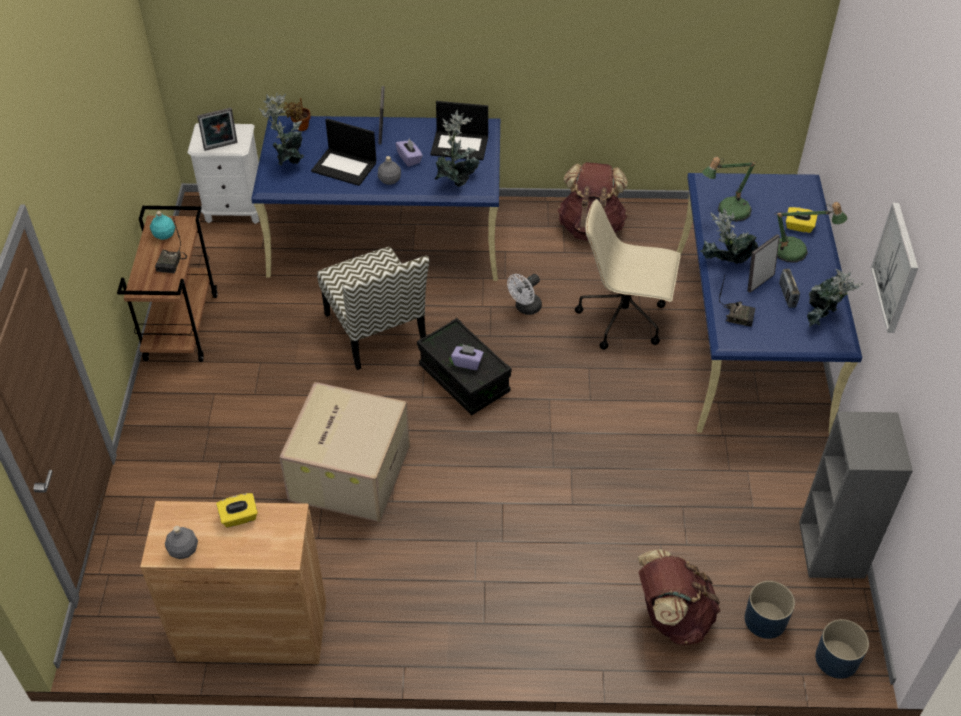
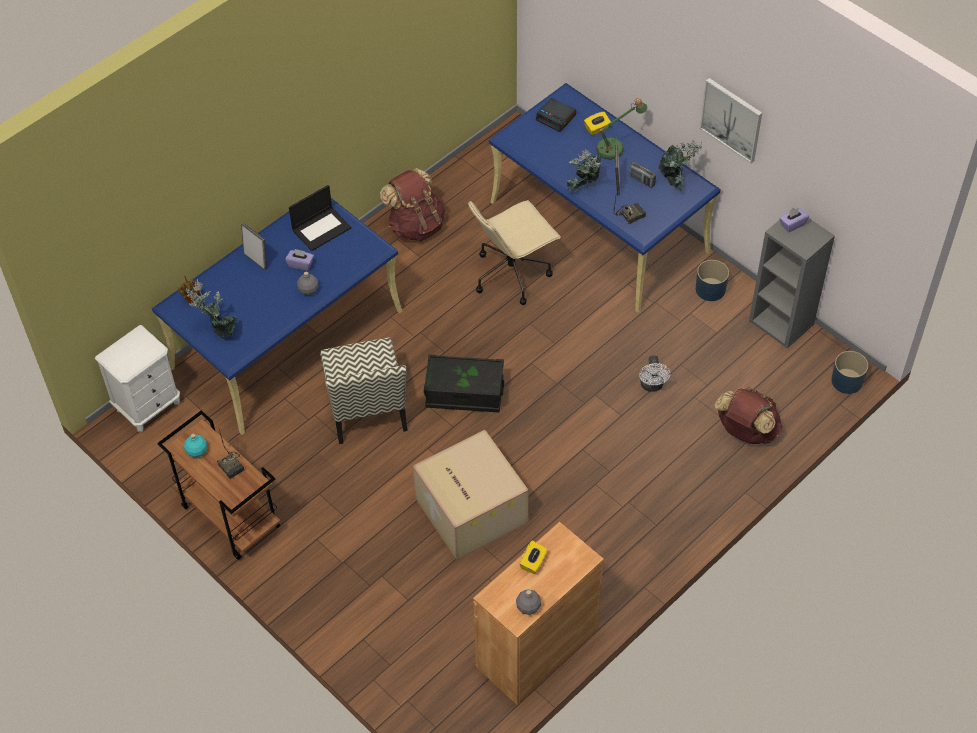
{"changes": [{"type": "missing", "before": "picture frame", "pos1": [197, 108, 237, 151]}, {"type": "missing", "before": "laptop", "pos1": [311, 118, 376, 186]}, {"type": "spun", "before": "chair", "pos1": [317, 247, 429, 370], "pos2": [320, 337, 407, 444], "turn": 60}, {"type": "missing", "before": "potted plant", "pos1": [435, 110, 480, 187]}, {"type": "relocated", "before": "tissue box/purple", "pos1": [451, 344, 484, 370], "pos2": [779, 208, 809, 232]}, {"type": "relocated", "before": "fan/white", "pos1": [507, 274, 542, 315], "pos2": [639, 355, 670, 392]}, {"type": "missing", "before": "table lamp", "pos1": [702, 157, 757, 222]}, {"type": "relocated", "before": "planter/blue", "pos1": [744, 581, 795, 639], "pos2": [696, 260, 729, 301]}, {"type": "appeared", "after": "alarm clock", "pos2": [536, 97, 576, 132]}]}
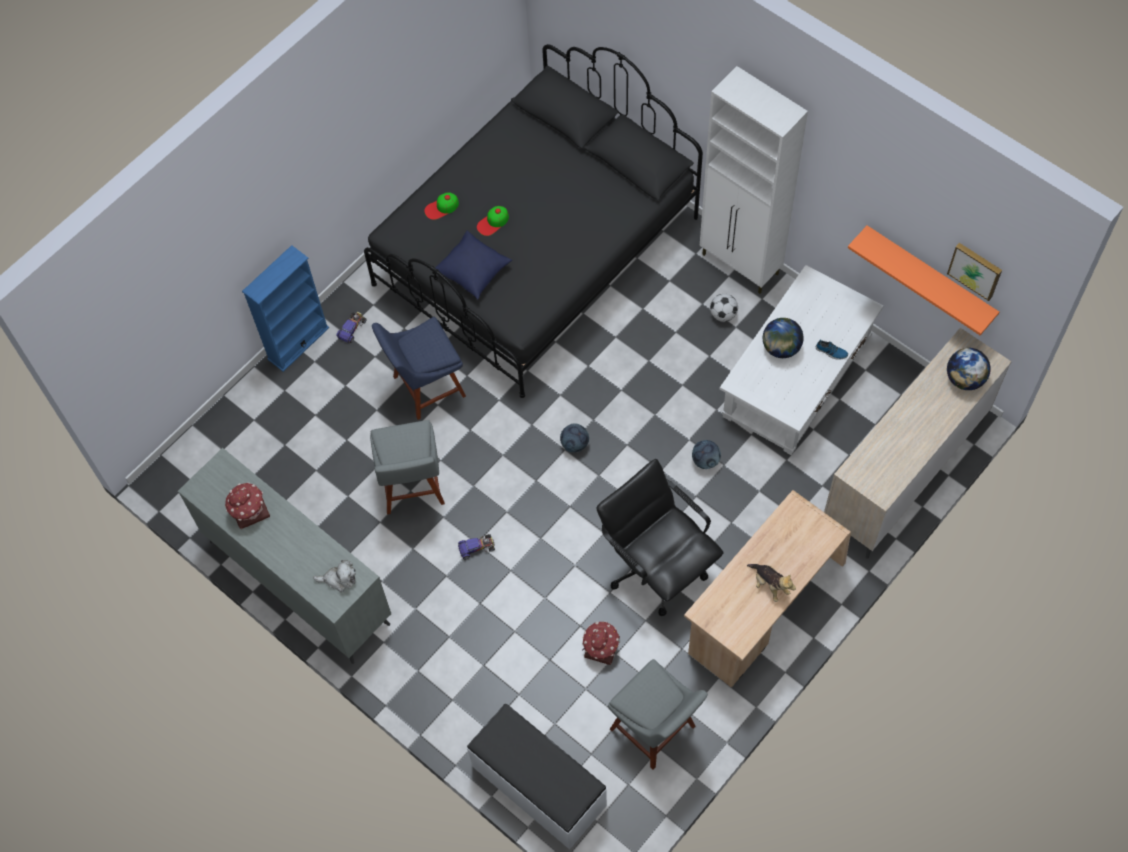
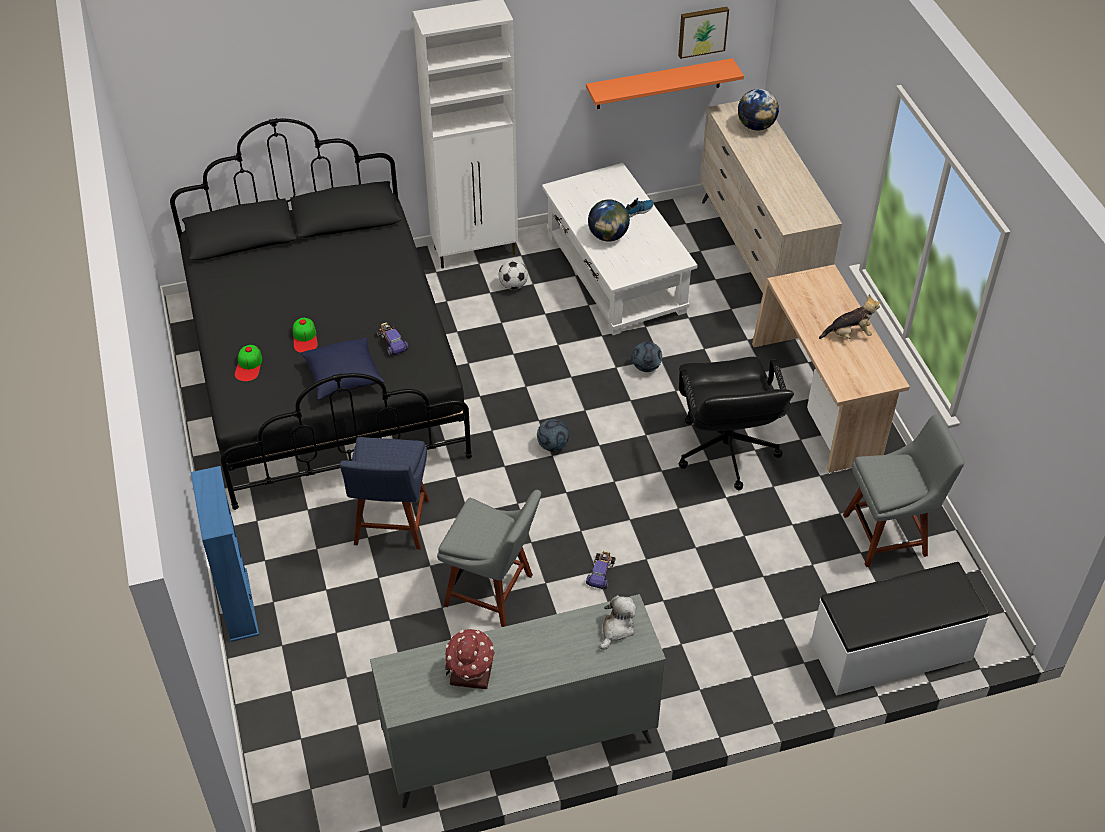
{"changes": [{"type": "relocated", "before": "toy car", "pos1": [337, 312, 366, 343], "pos2": [376, 322, 409, 356]}, {"type": "missing", "before": "toy house", "pos1": [582, 622, 620, 665]}, {"type": "spun", "before": "office chair/black", "pos1": [596, 459, 723, 616], "pos2": [679, 357, 794, 490], "turn": -90}]}
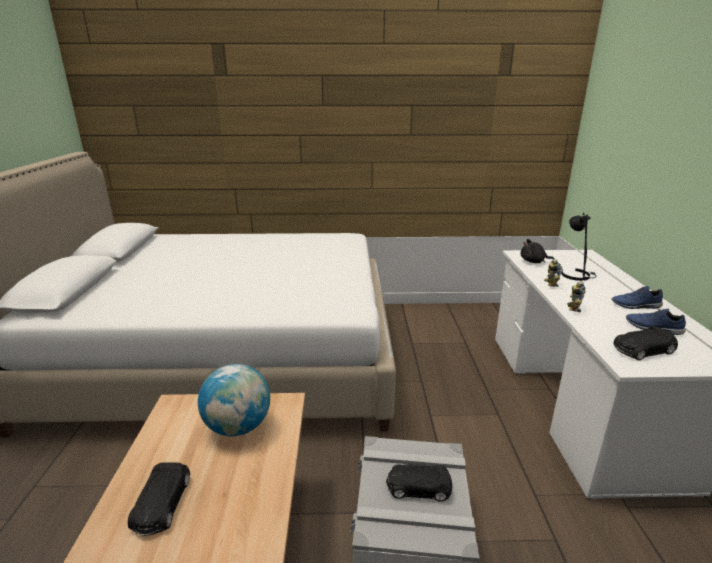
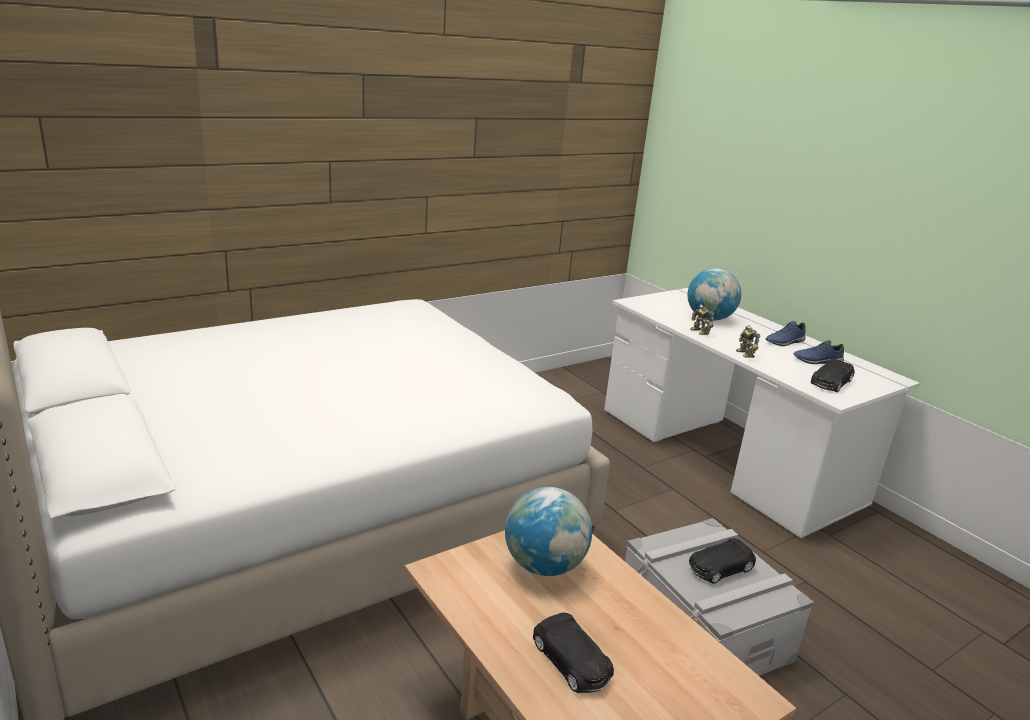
{"changes": [{"type": "missing", "before": "plush toy/black", "pos1": [521, 239, 554, 263]}, {"type": "exchanged", "before": "table lamp/black", "after": "globe", "pos1": [561, 213, 596, 281], "pos2": [688, 268, 741, 321]}]}
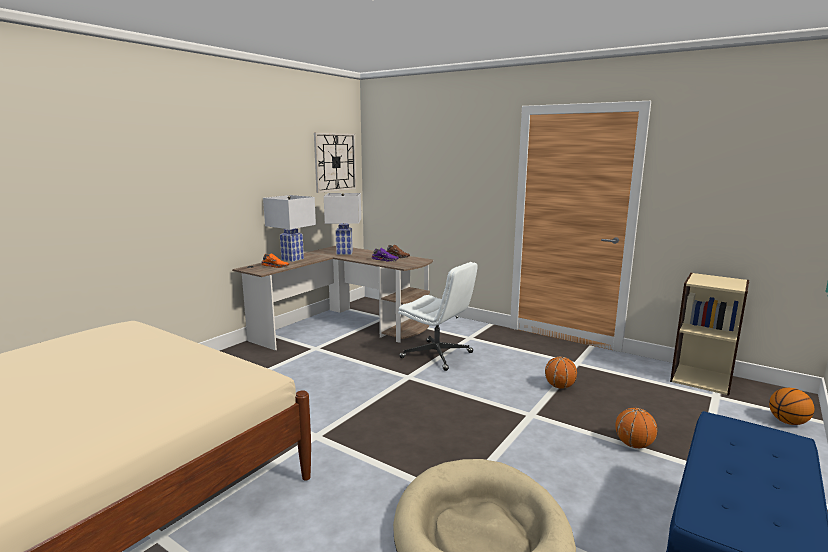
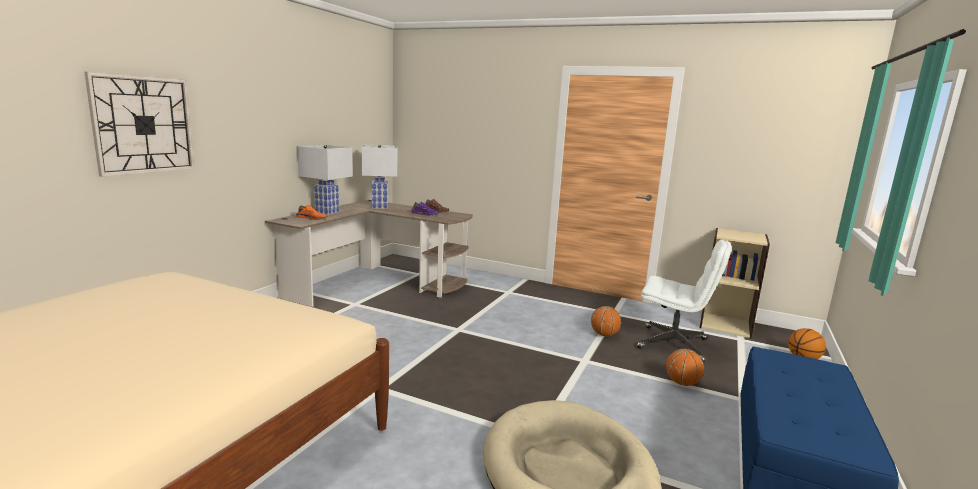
{"changes": [{"type": "relocated", "before": "wall clock", "pos1": [314, 132, 356, 193], "pos2": [84, 72, 195, 177]}, {"type": "relocated", "before": "office chair/white", "pos1": [398, 262, 478, 371], "pos2": [637, 240, 732, 362]}]}
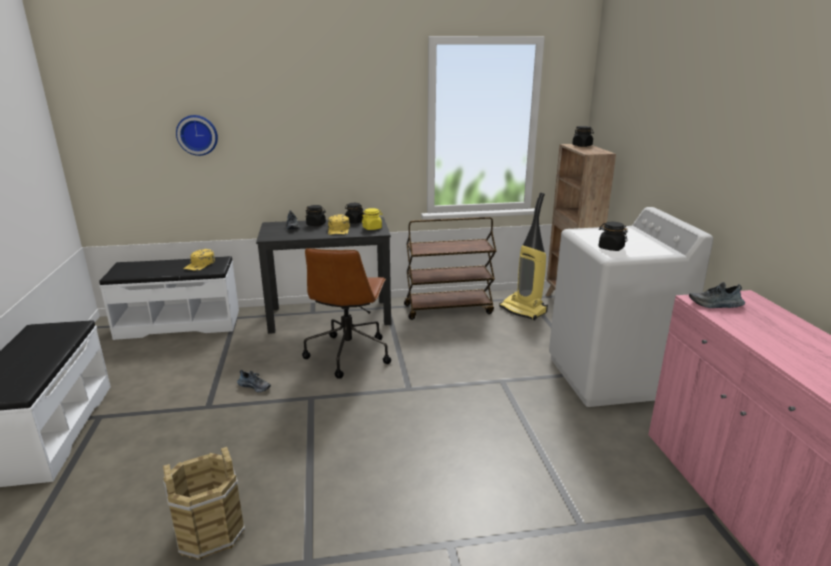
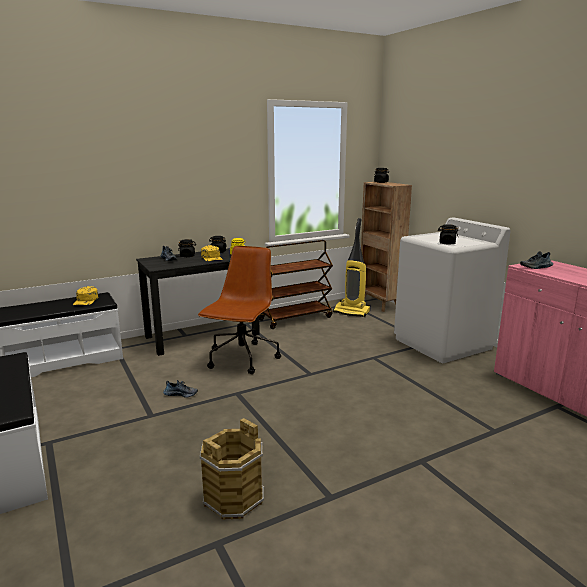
{"changes": [{"type": "missing", "before": "wall clock", "pos1": [176, 115, 218, 156]}, {"type": "spun", "before": "office chair/brown", "pos1": [302, 248, 391, 379], "pos2": [198, 246, 281, 374], "turn": -150}]}
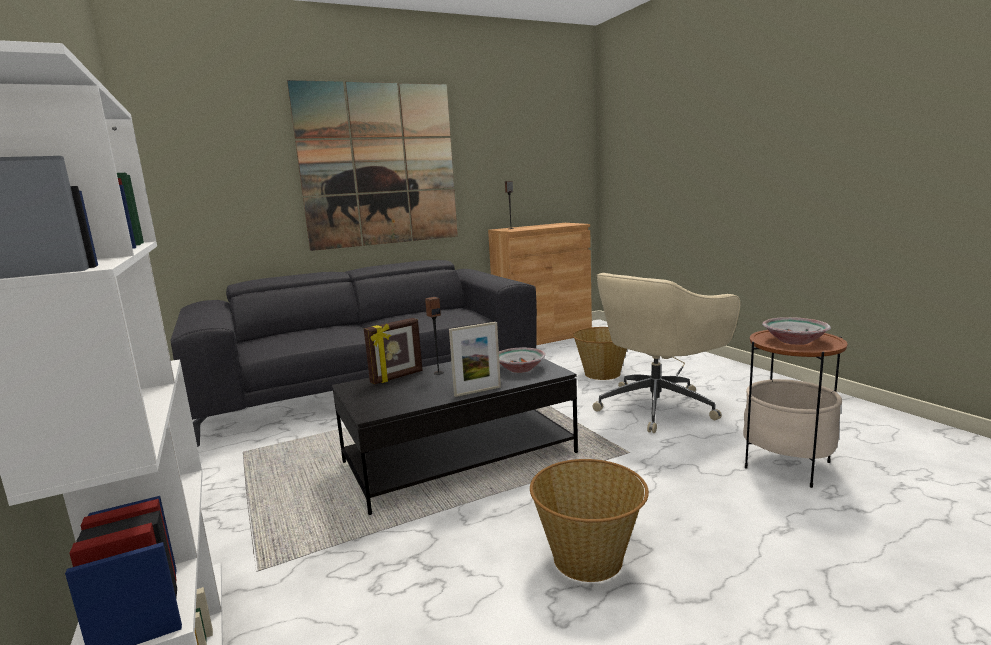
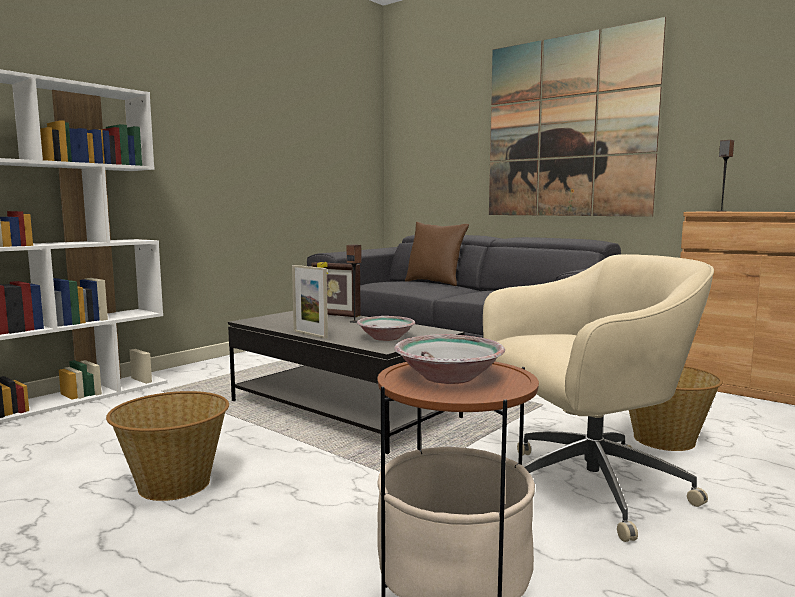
{"changes": [{"type": "spun", "before": "office chair/beige", "pos1": [592, 273, 740, 433], "pos2": [483, 254, 714, 542], "turn": 135}, {"type": "appeared", "after": "pillow/brown", "pos2": [405, 222, 469, 286]}]}
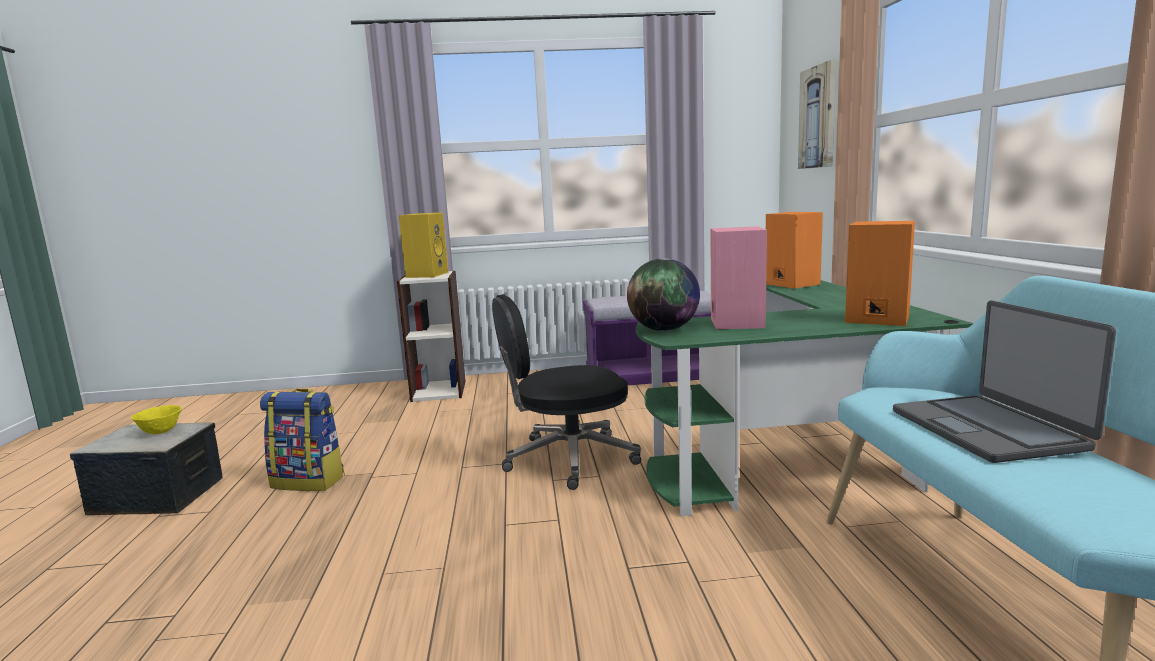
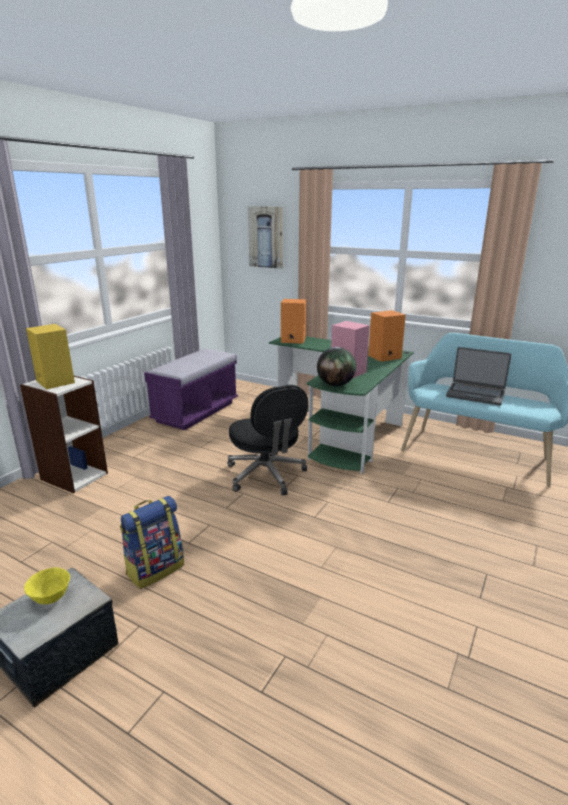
{"changes": [{"type": "spun", "before": "office chair/black", "pos1": [492, 294, 641, 490], "pos2": [227, 385, 308, 495], "turn": -45}]}
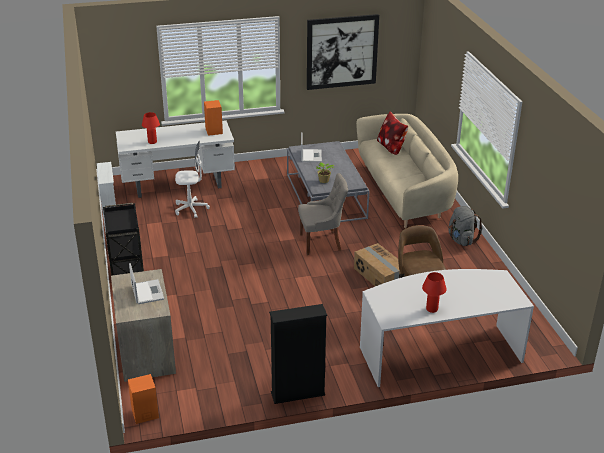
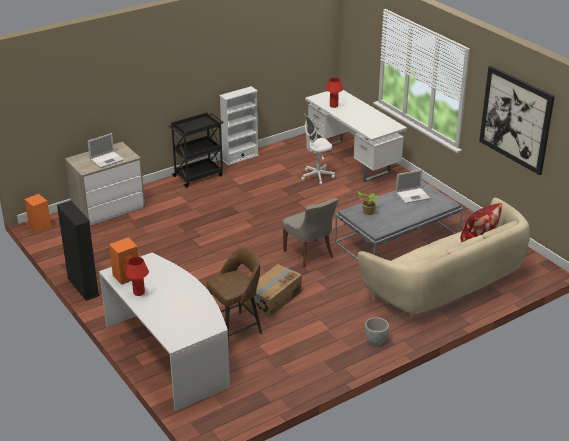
{"changes": [{"type": "spun", "before": "office chair/white", "pos1": [175, 141, 210, 218], "pos2": [301, 114, 335, 185], "turn": 90}, {"type": "relocated", "before": "speaker/orange", "pos1": [204, 100, 223, 136], "pos2": [109, 237, 139, 285]}, {"type": "exchanged", "before": "backpack/grey", "after": "planter/grey", "pos1": [449, 206, 482, 246], "pos2": [365, 317, 389, 345]}]}
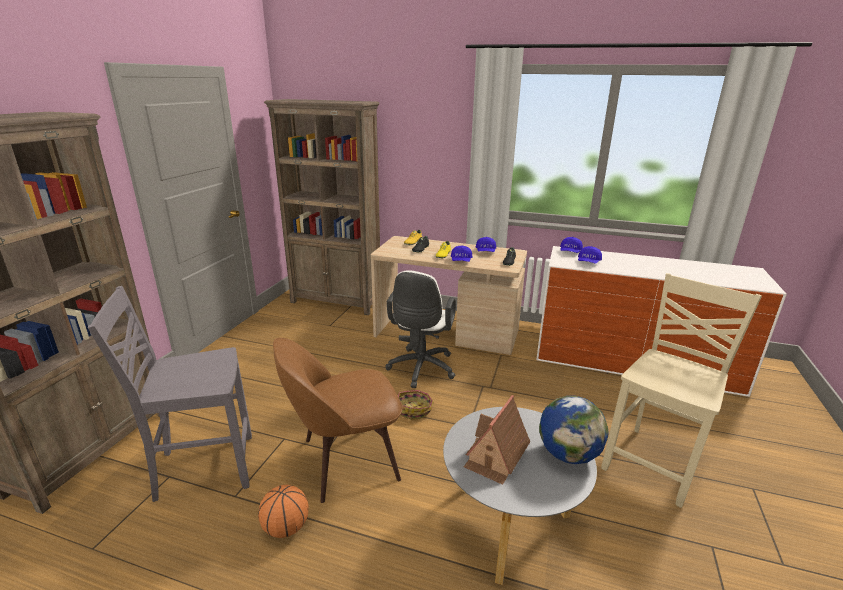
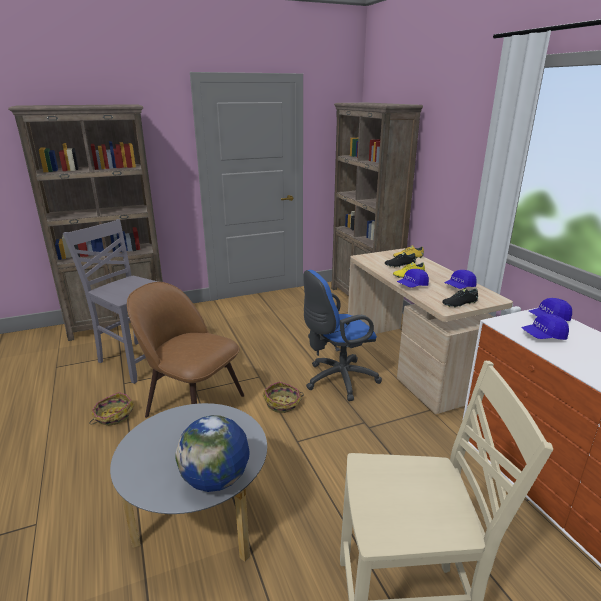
{"changes": [{"type": "exchanged", "before": "basketball", "after": "basket", "pos1": [258, 485, 309, 538], "pos2": [89, 392, 135, 426]}, {"type": "colour", "before": "office chair/white", "after": "office chair/blue", "pos1": [385, 270, 456, 388], "pos2": [303, 270, 382, 401]}, {"type": "missing", "before": "toy house", "pos1": [464, 395, 530, 485]}]}
